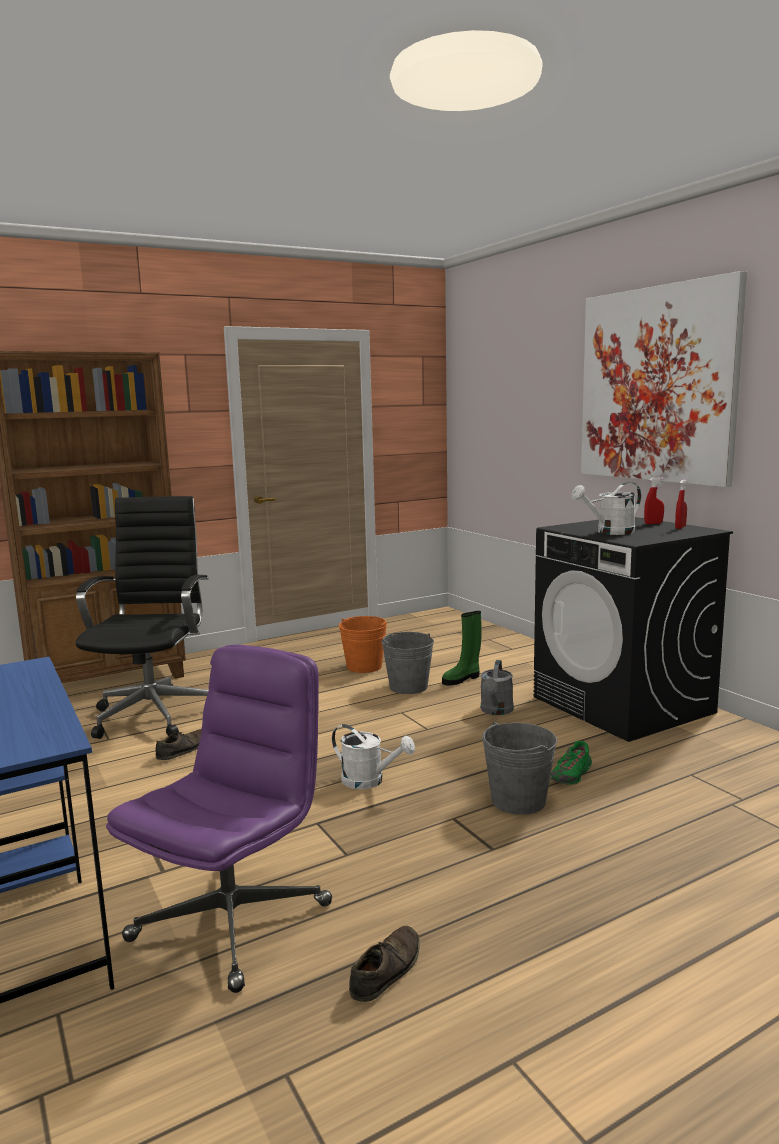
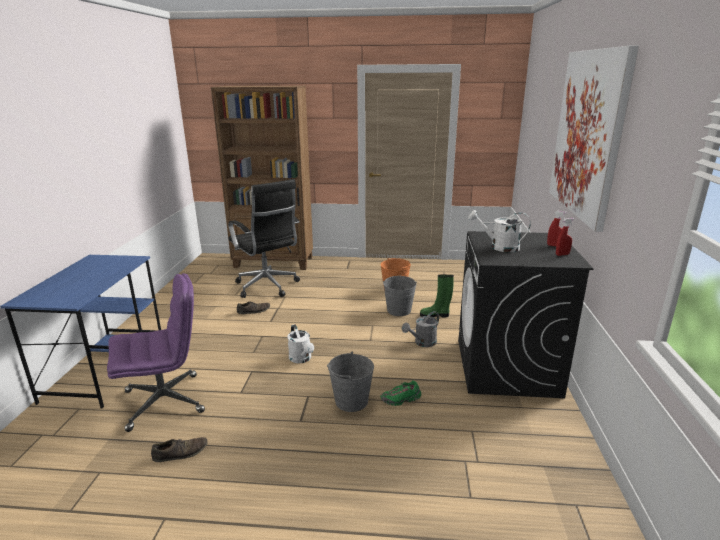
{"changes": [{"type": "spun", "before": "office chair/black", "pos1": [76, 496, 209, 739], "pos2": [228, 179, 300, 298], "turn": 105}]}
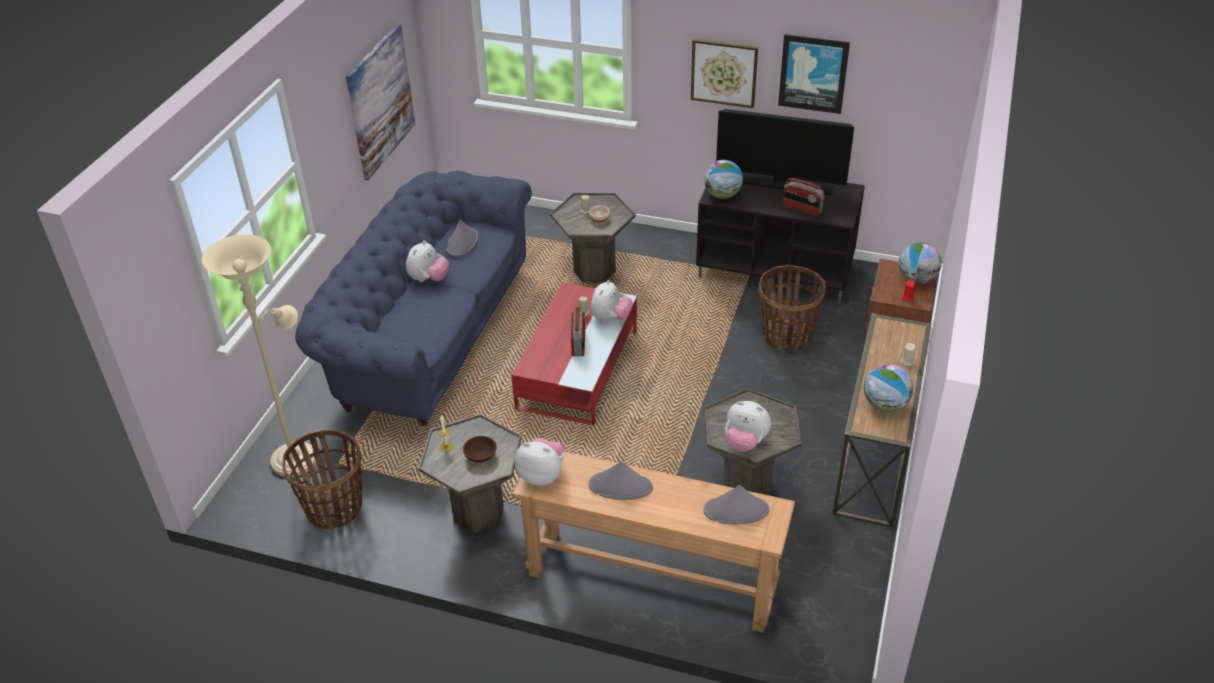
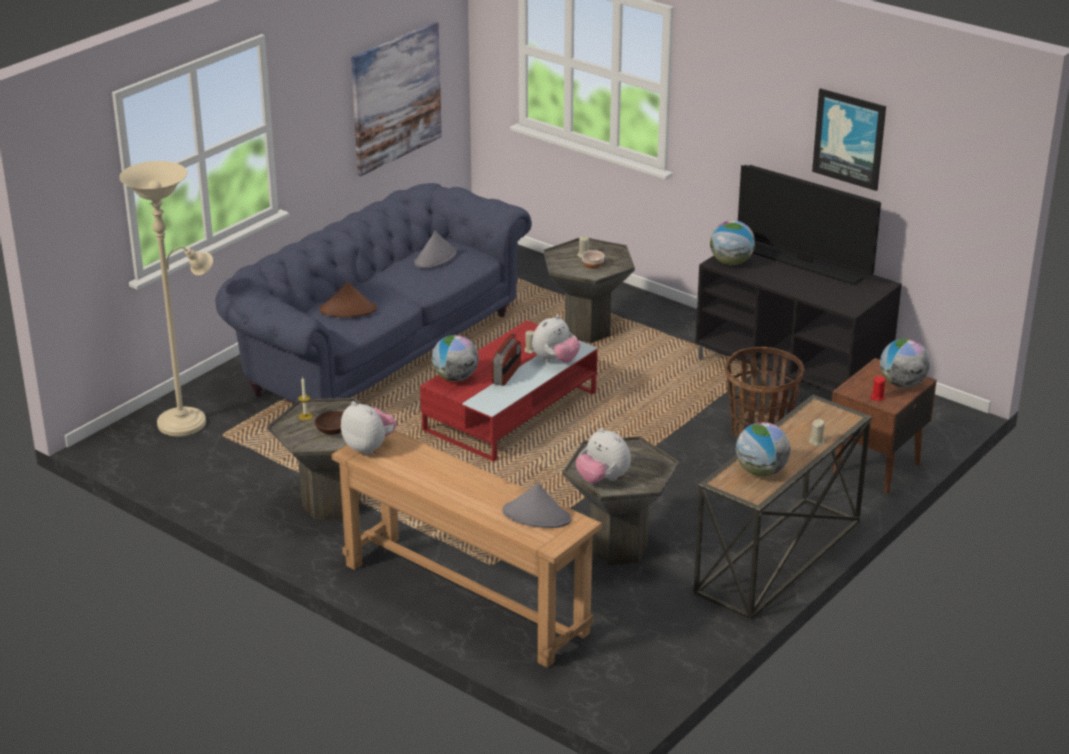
{"changes": [{"type": "missing", "before": "basket", "pos1": [282, 430, 362, 530]}, {"type": "missing", "before": "plush toy", "pos1": [406, 241, 449, 282]}, {"type": "missing", "before": "hat/grey", "pos1": [588, 461, 653, 500]}, {"type": "missing", "before": "picture", "pos1": [691, 39, 758, 108]}, {"type": "missing", "before": "radio", "pos1": [783, 178, 825, 217]}, {"type": "appeared", "after": "hat/brown", "pos2": [319, 282, 377, 317]}, {"type": "appeared", "after": "globe", "pos2": [432, 335, 479, 382]}]}
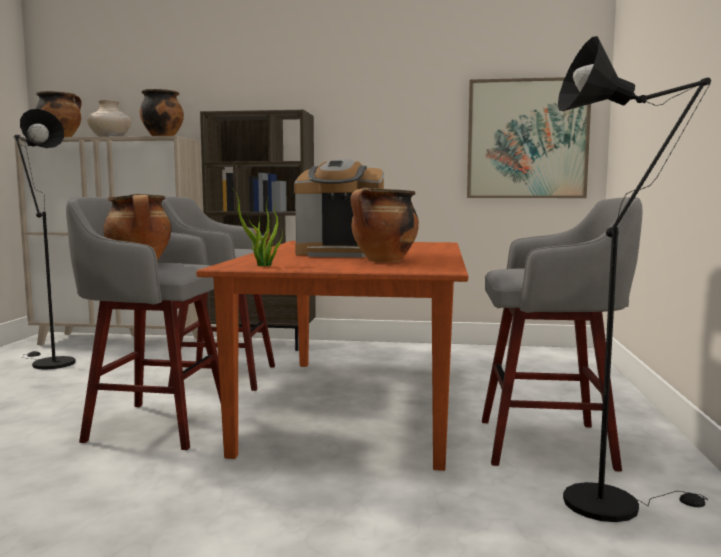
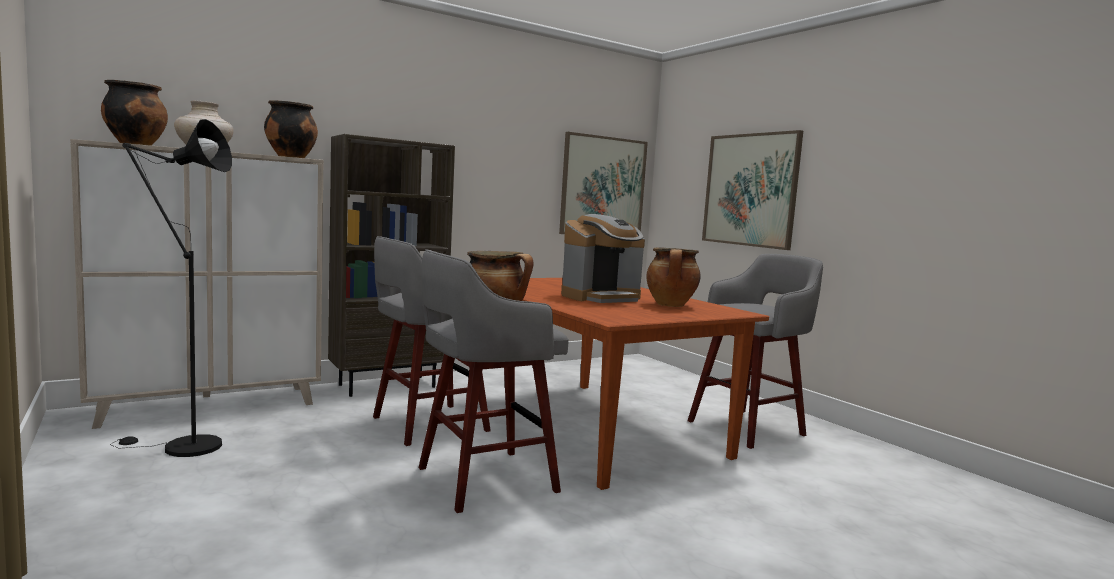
{"changes": [{"type": "missing", "before": "potted plant", "pos1": [232, 188, 283, 266]}, {"type": "missing", "before": "floor lamp/black", "pos1": [558, 36, 711, 522]}, {"type": "appeared", "after": "picture", "pos2": [702, 130, 803, 250]}]}
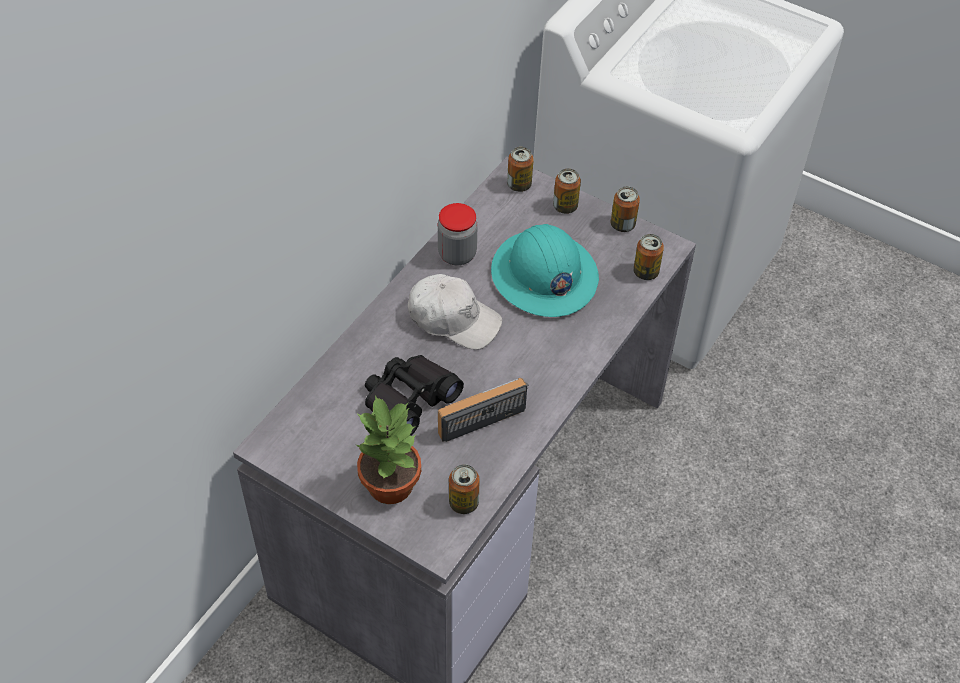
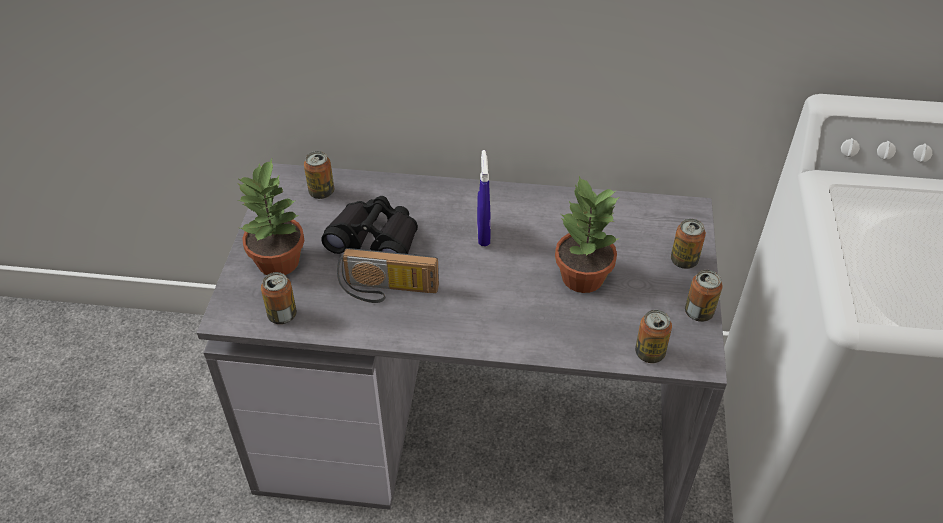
{"changes": [{"type": "exchanged", "before": "cap/white", "after": "spray bottle/blue", "pos1": [408, 274, 502, 350], "pos2": [477, 150, 491, 246]}, {"type": "missing", "before": "jar", "pos1": [438, 203, 477, 265]}, {"type": "spun", "before": "radio", "pos1": [438, 378, 529, 442], "pos2": [337, 248, 439, 303], "turn": 150}, {"type": "exchanged", "before": "hard hat/turquoise", "after": "potted plant", "pos1": [491, 224, 599, 317], "pos2": [555, 176, 620, 293]}, {"type": "relocated", "before": "can", "pos1": [507, 147, 534, 192], "pos2": [304, 151, 334, 199]}]}
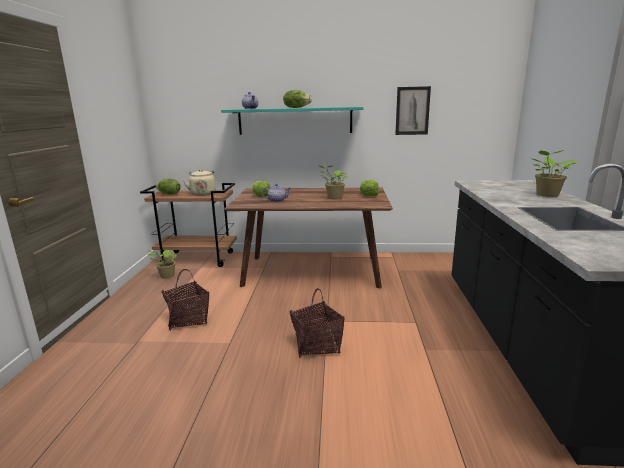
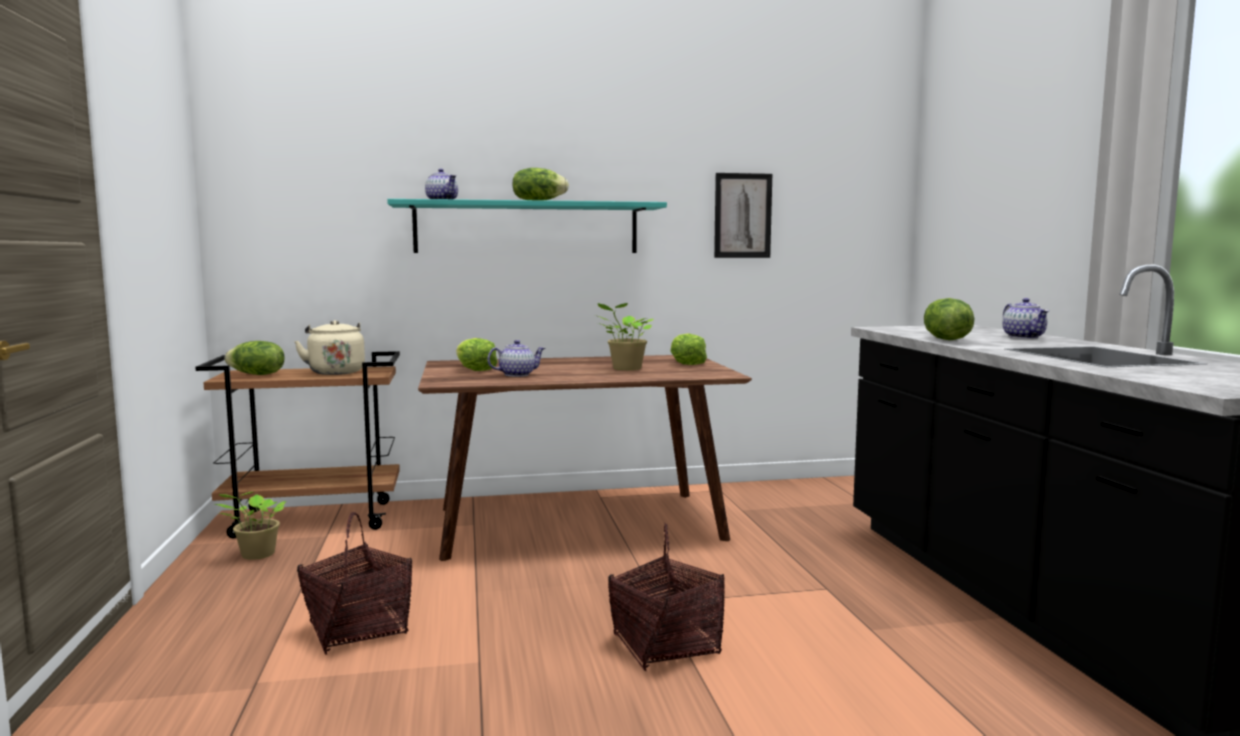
{"changes": [{"type": "exchanged", "before": "potted plant", "after": "teapot", "pos1": [531, 150, 577, 197], "pos2": [1002, 298, 1049, 339]}, {"type": "appeared", "after": "lettuce", "pos2": [924, 298, 974, 340]}]}
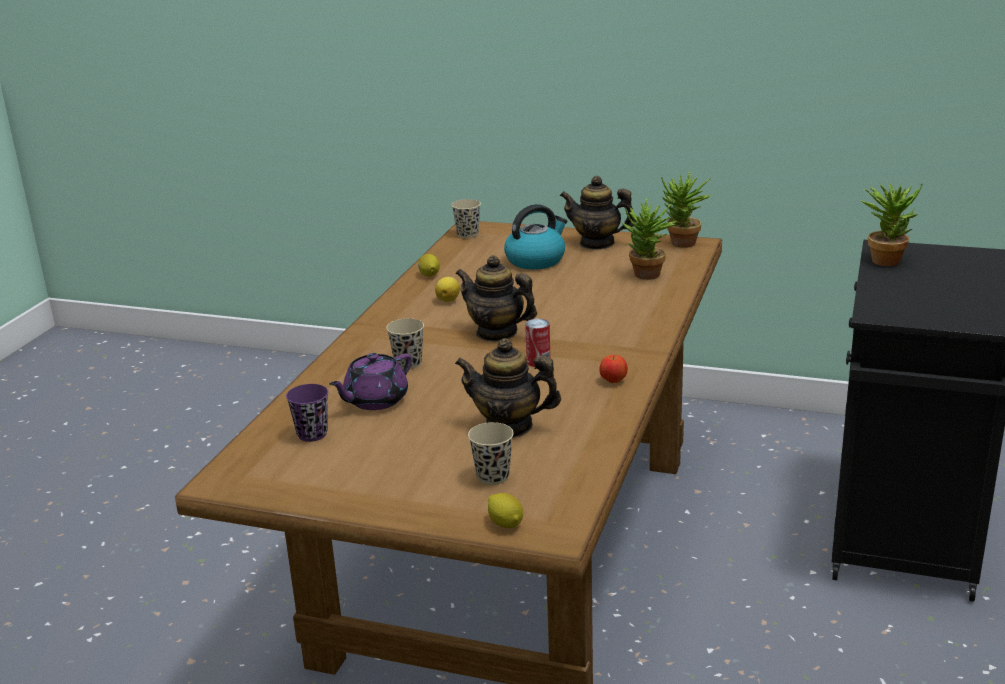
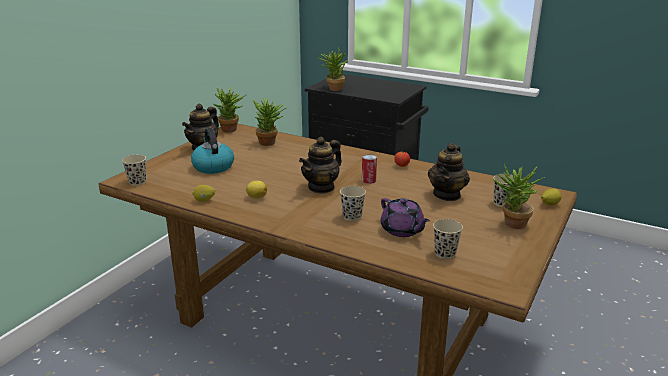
{"changes": [{"type": "colour", "before": "cup/purple", "after": "cup/beige", "pos1": [286, 384, 328, 442], "pos2": [433, 219, 463, 259]}, {"type": "appeared", "after": "potted plant", "pos2": [493, 163, 544, 229]}]}
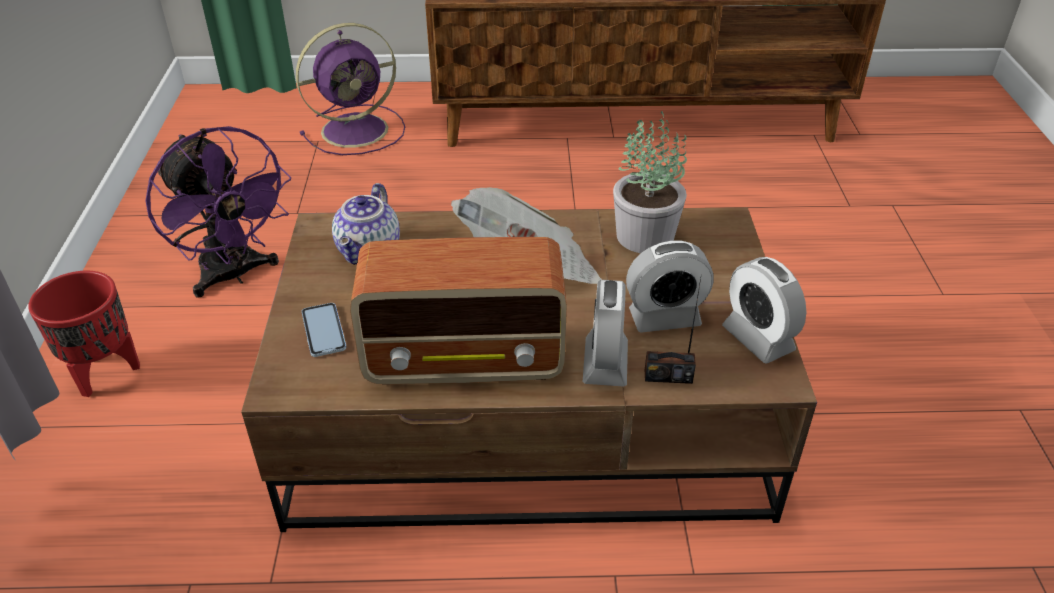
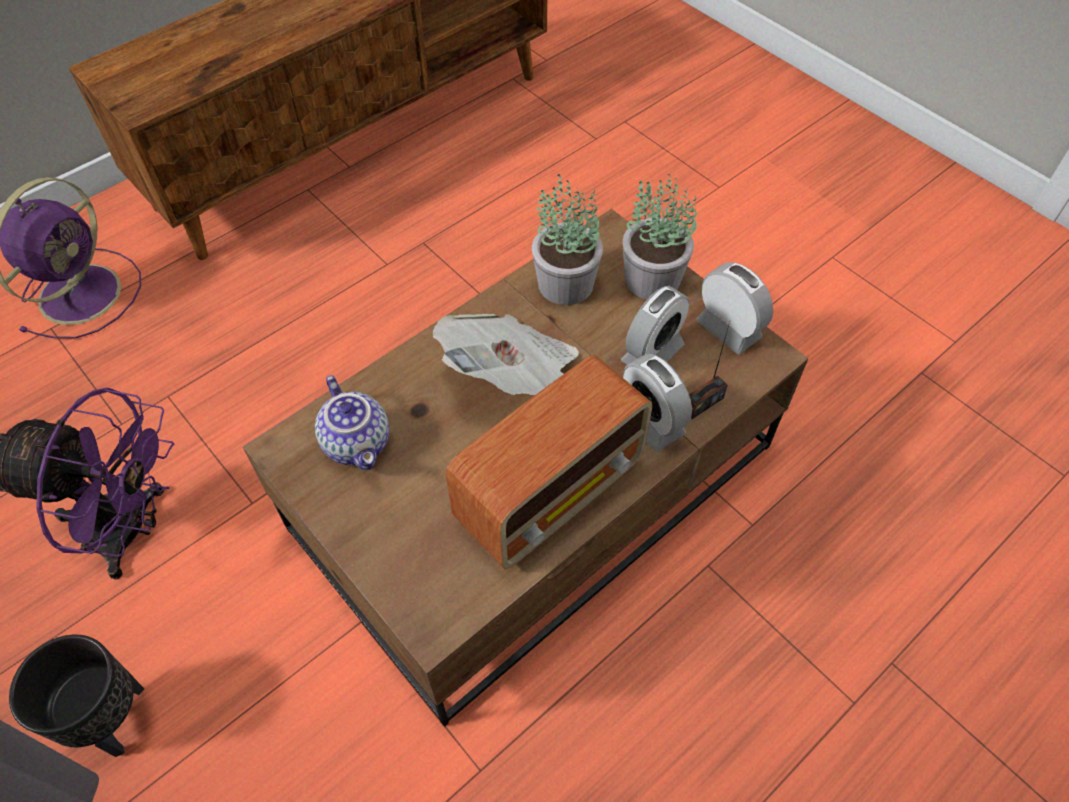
{"changes": [{"type": "colour", "before": "planter/red", "after": "planter/black", "pos1": [28, 270, 140, 397], "pos2": [9, 634, 144, 757]}, {"type": "missing", "before": "phone", "pos1": [301, 303, 347, 357]}, {"type": "spun", "before": "alarm clock", "pos1": [722, 257, 806, 363], "pos2": [696, 262, 773, 354], "turn": -150}, {"type": "appeared", "after": "potted plant", "pos2": [623, 174, 697, 299]}]}
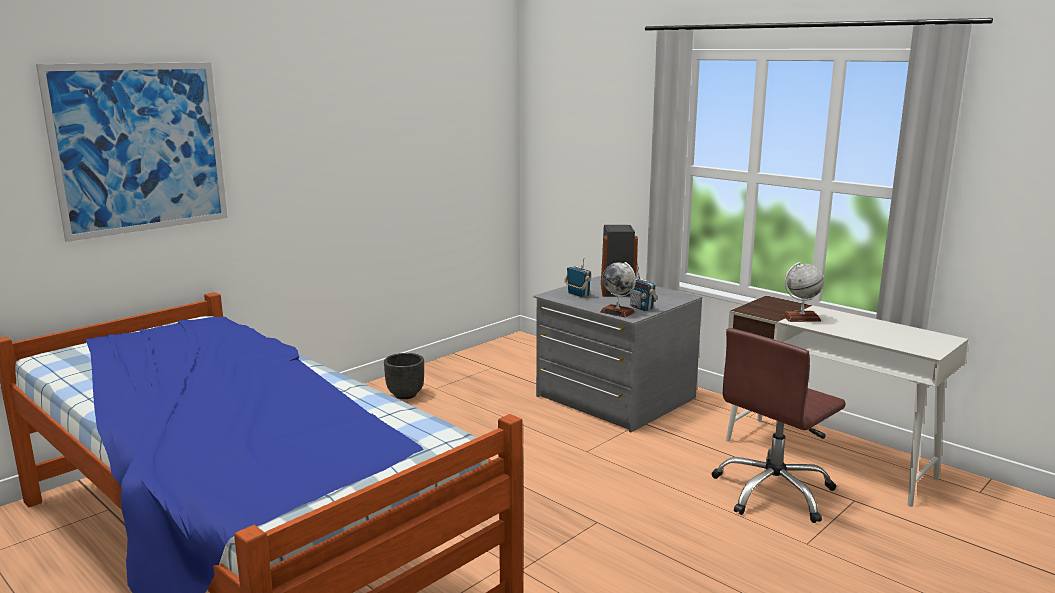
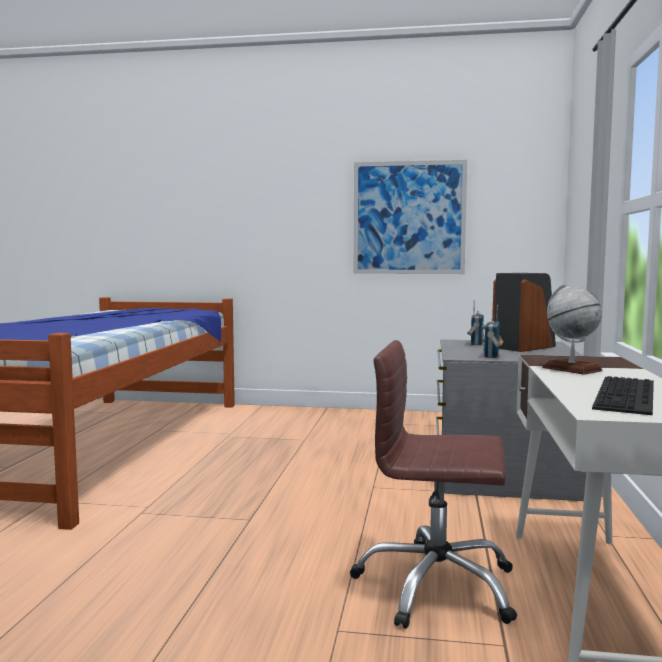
{"changes": [{"type": "relocated", "before": "picture", "pos1": [36, 62, 228, 242], "pos2": [354, 160, 467, 274]}, {"type": "missing", "before": "planter/black", "pos1": [384, 353, 424, 399]}, {"type": "missing", "before": "globe", "pos1": [600, 262, 636, 318]}, {"type": "appeared", "after": "keyboard", "pos2": [592, 376, 654, 415]}]}
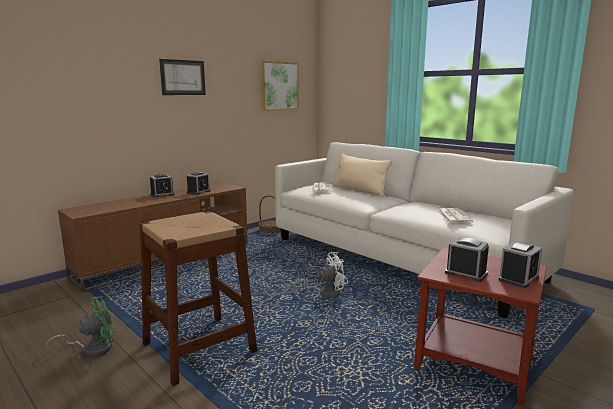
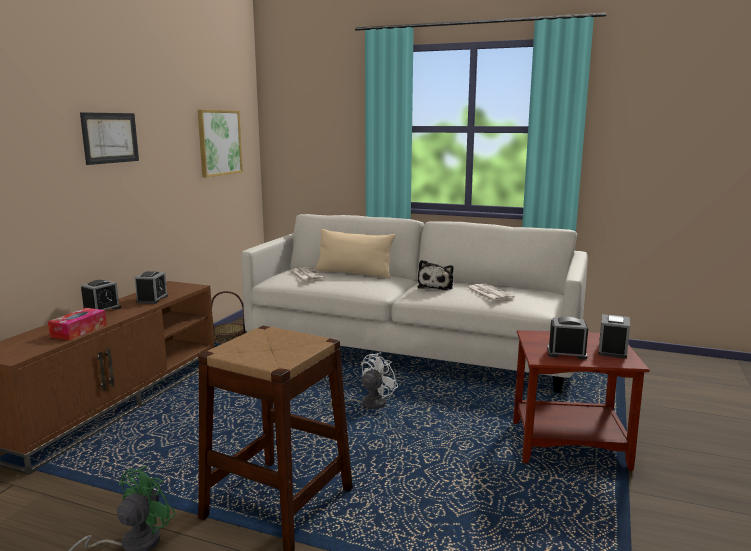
{"changes": [{"type": "appeared", "after": "tissue box", "pos2": [48, 308, 107, 341]}, {"type": "appeared", "after": "plush toy", "pos2": [418, 260, 453, 290]}]}
